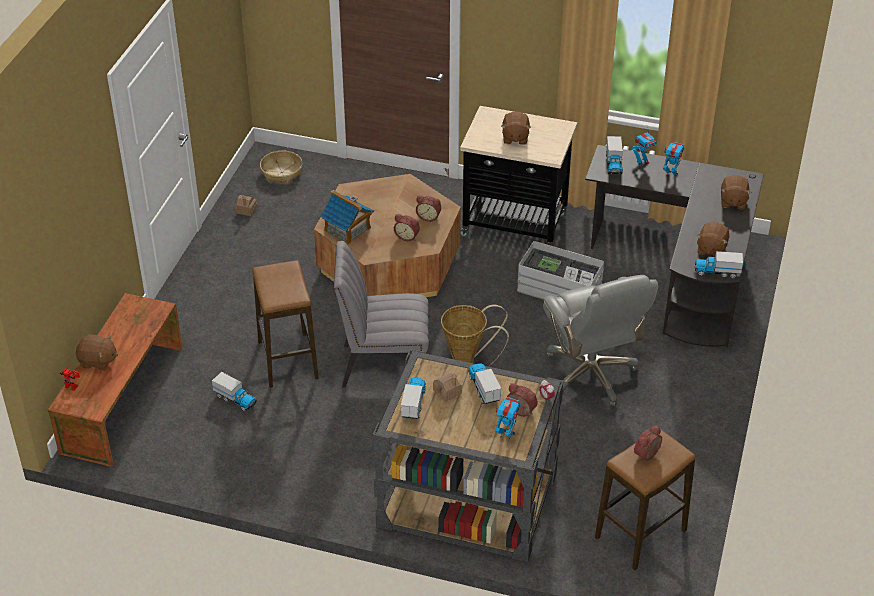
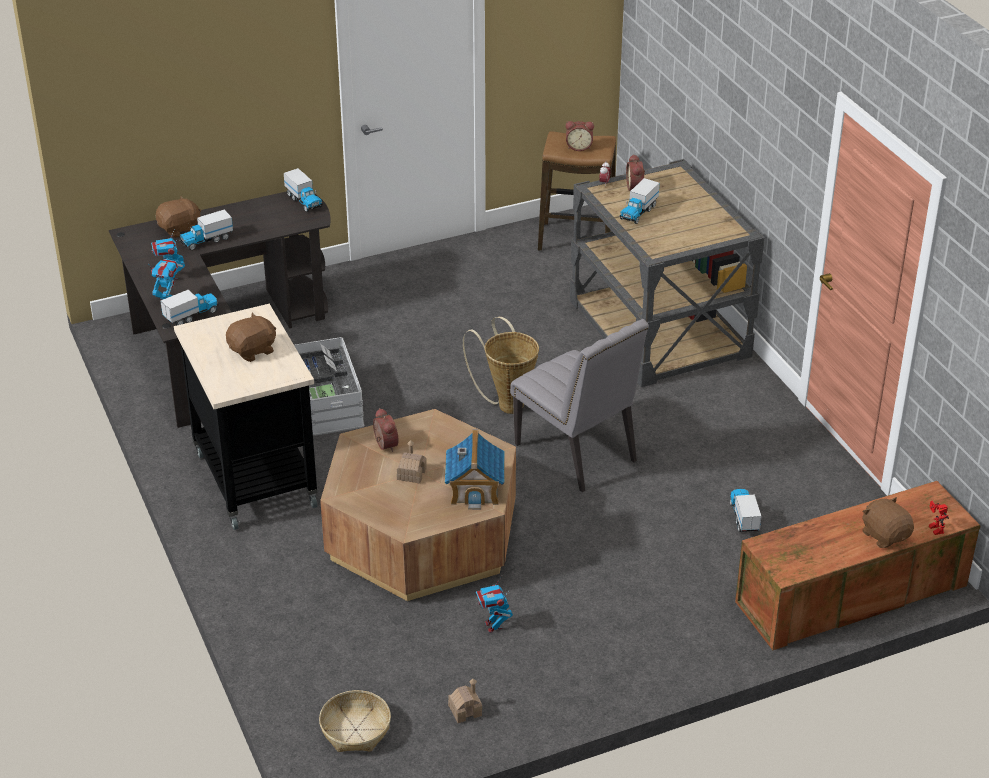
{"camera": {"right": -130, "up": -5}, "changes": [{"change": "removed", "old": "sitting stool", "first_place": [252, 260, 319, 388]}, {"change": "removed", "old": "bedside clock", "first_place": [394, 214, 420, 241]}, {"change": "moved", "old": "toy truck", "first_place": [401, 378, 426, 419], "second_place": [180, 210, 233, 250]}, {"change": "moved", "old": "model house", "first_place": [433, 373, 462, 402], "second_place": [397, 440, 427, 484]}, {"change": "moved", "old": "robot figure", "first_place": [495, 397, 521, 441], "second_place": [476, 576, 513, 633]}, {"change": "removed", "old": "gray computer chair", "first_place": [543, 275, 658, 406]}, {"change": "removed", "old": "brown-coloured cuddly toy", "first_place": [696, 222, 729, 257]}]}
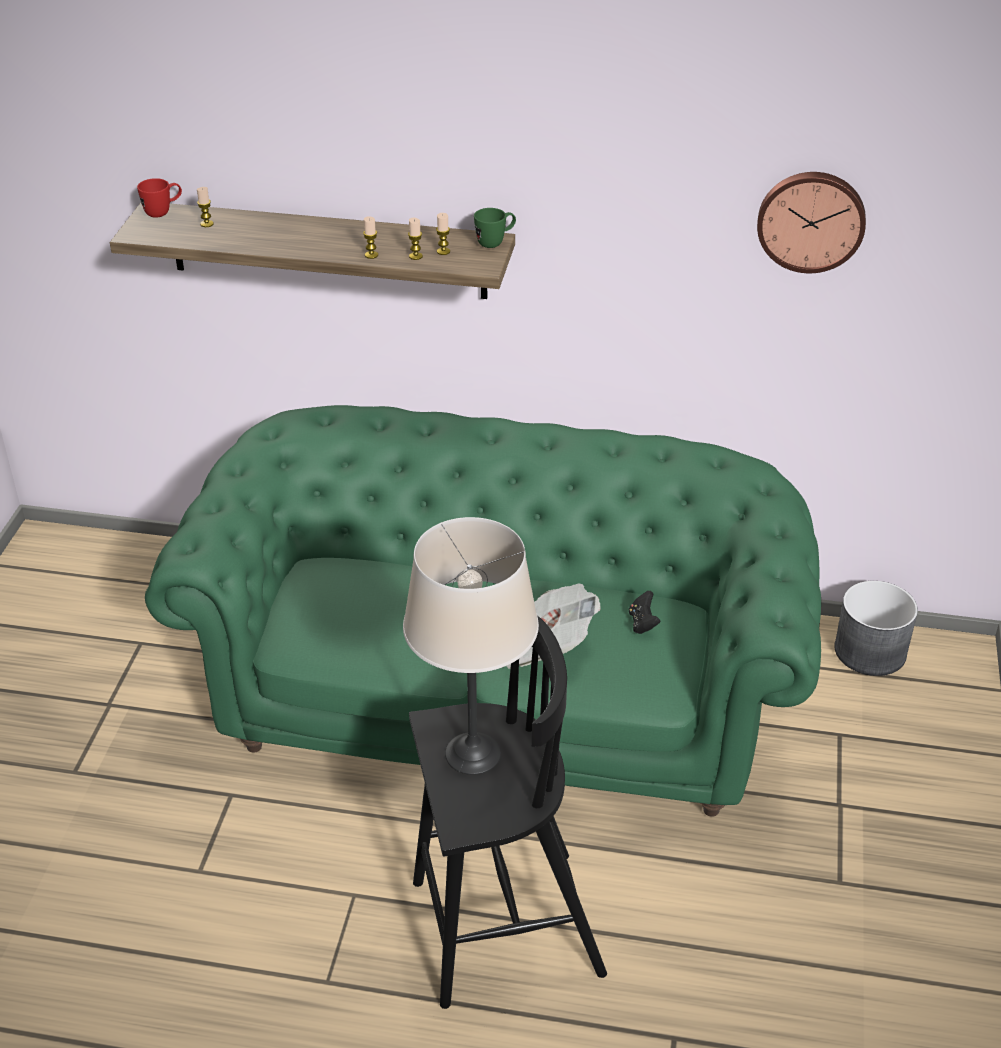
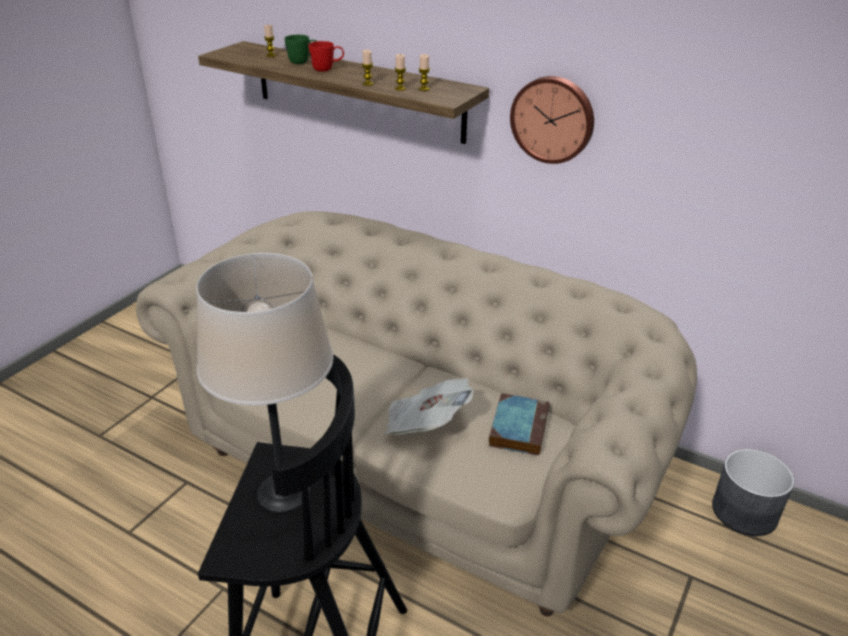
{"camera": {"right": 20, "up": -5}, "changes": [{"change": "moved", "old": "red-coloured coffee mug", "first_place": [137, 178, 182, 218], "second_place": [308, 41, 344, 72]}, {"change": "recoloured", "old": "greenish couch", "new": "beige-coloured couch", "first_place": [145, 405, 821, 817], "second_place": [136, 211, 697, 616]}, {"change": "moved", "old": "greenish coffee mug", "first_place": [474, 208, 516, 248], "second_place": [284, 35, 317, 64]}, {"change": "replaced", "old": "black-coloured gamepad", "new": "volume", "first_place": [629, 591, 660, 634], "second_place": [489, 393, 549, 456]}, {"change": "moved", "old": "hanging clock", "first_place": [757, 172, 866, 273], "second_place": [510, 76, 594, 164]}]}
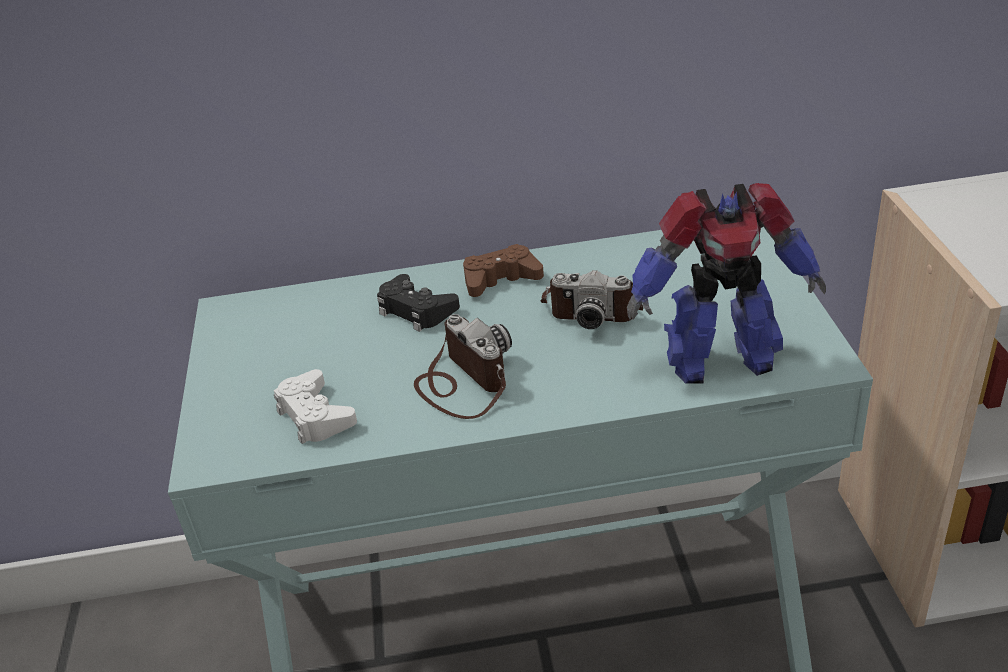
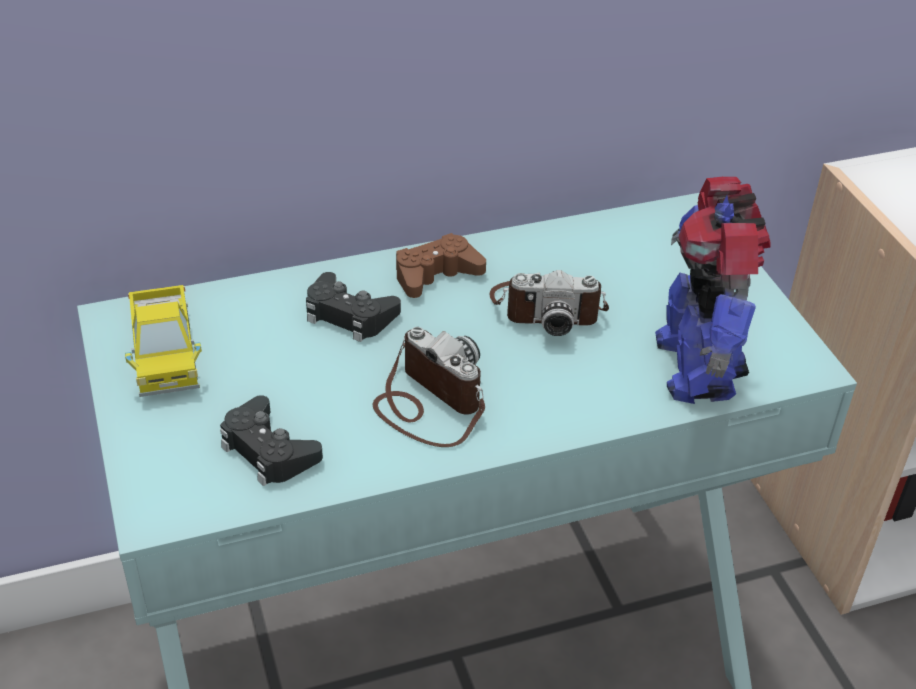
{"camera": {"right": -15, "up": 5}, "changes": [{"change": "recoloured", "old": "white gamepad", "new": "black-coloured gamepad", "first_place": [274, 369, 357, 444], "second_place": [220, 395, 323, 486]}, {"change": "turned", "old": "robot figure", "first_place": [627, 183, 826, 383], "second_place": [655, 177, 770, 404], "degrees": 105}, {"change": "added", "new": "toy truck", "second_place": [125, 285, 202, 397]}]}
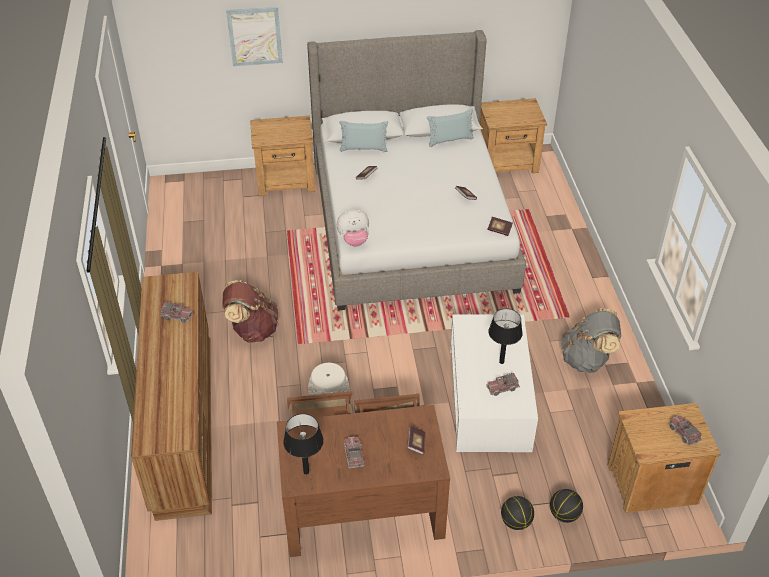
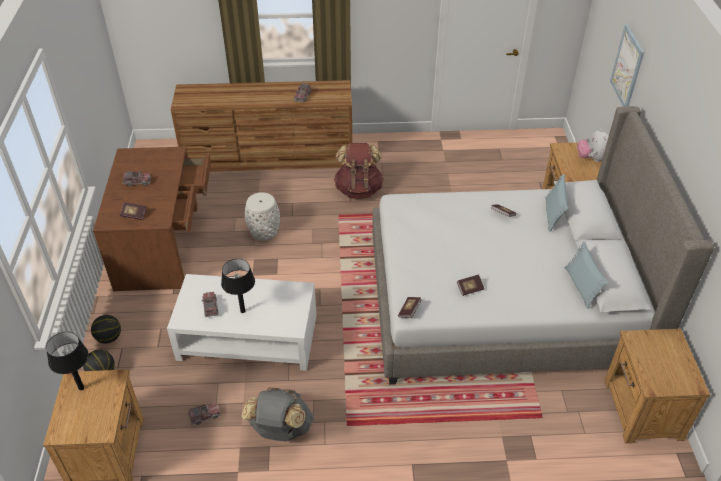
{"camera": {"right": 95, "up": 0}, "changes": [{"change": "moved", "old": "black-coloured tabletop lamp", "first_place": [283, 414, 324, 475], "second_place": [46, 332, 89, 390]}, {"change": "moved", "old": "cuddly toy", "first_place": [337, 209, 369, 247], "second_place": [577, 129, 609, 162]}, {"change": "moved", "old": "toy truck", "first_place": [669, 415, 702, 445], "second_place": [188, 403, 221, 425]}]}
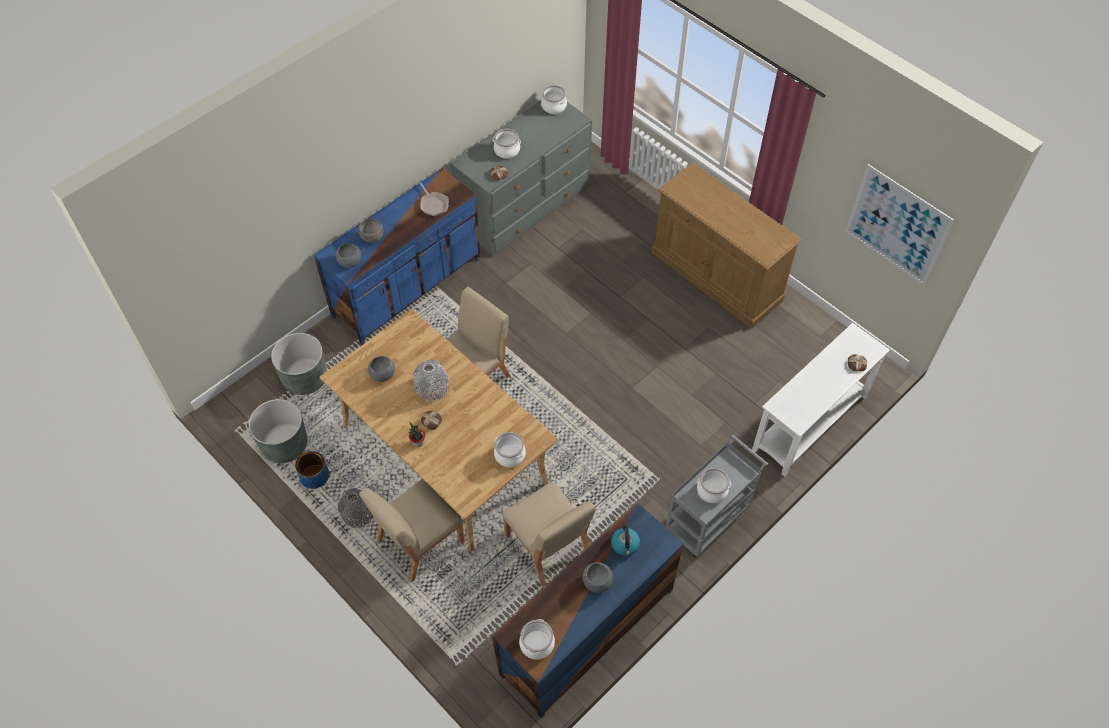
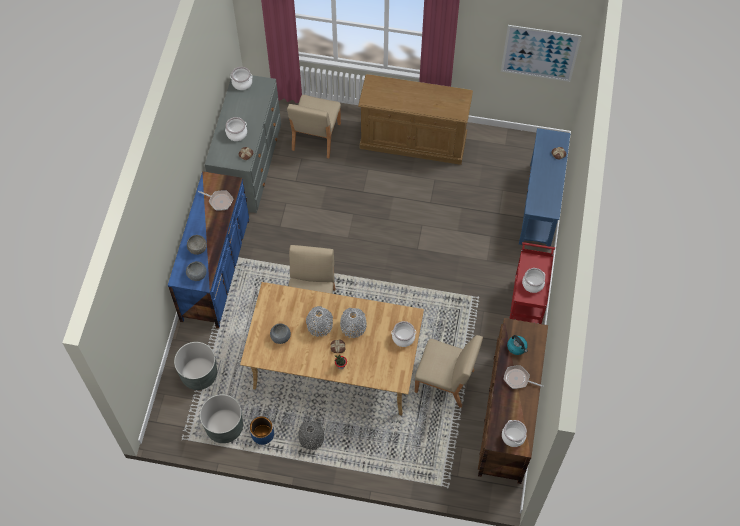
{"camera": {"right": -35, "up": 5}, "changes": [{"change": "moved", "old": "beige-coloured upright chair", "first_place": [359, 479, 465, 583], "second_place": [287, 95, 341, 158]}, {"change": "recoloured", "old": "blue-coloured cupboard", "new": "brown-coloured cupboard", "first_place": [492, 502, 684, 719], "second_place": [478, 318, 548, 484]}, {"change": "replaced", "old": "gray deep dish", "new": "skillet", "first_place": [583, 562, 613, 593], "second_place": [504, 365, 544, 389]}, {"change": "recoloured", "old": "gray wheeled cart", "new": "red-coloured wheeled cart", "first_place": [666, 435, 769, 558], "second_place": [509, 242, 555, 324]}, {"change": "recoloured", "old": "white console table", "new": "blue-coloured console table", "first_place": [752, 323, 890, 477], "second_place": [519, 128, 570, 249]}, {"change": "added", "new": "gray vase", "second_place": [340, 308, 367, 338]}]}
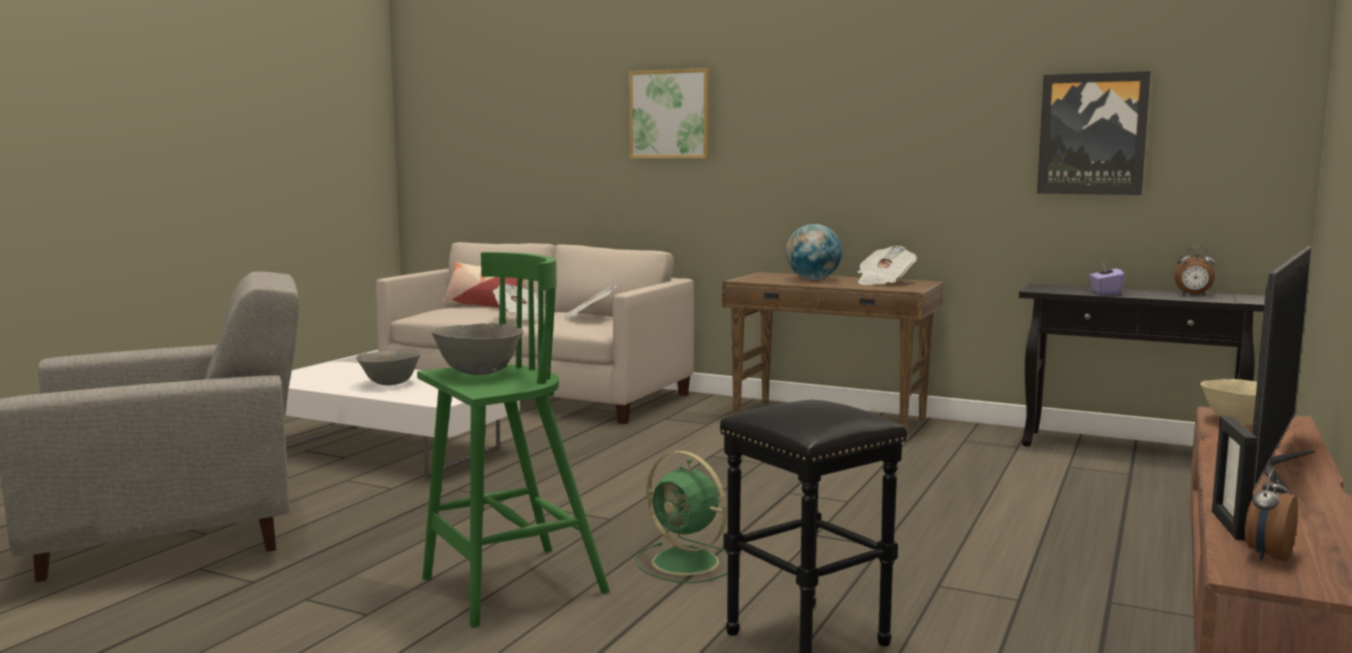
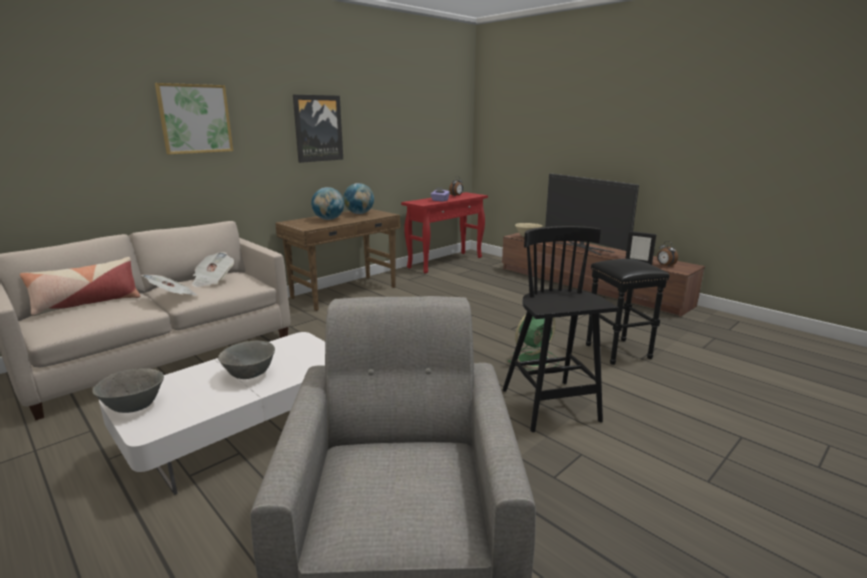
{"camera": {"right": -70, "up": 10}, "changes": [{"change": "recoloured", "old": "greenish sitting stool", "new": "black-coloured sitting stool", "first_place": [417, 252, 610, 628], "second_place": [503, 226, 619, 432]}, {"change": "moved", "old": "gray deep dish", "first_place": [431, 323, 524, 375], "second_place": [92, 368, 164, 413]}, {"change": "replaced", "old": "newspaper", "new": "globe", "first_place": [857, 246, 917, 285], "second_place": [343, 183, 374, 214]}, {"change": "recoloured", "old": "black-coloured console table", "new": "red-coloured console table", "first_place": [1019, 284, 1265, 447], "second_place": [401, 192, 488, 274]}, {"change": "moved", "old": "wall picture", "first_place": [1037, 71, 1151, 195], "second_place": [293, 95, 343, 163]}]}
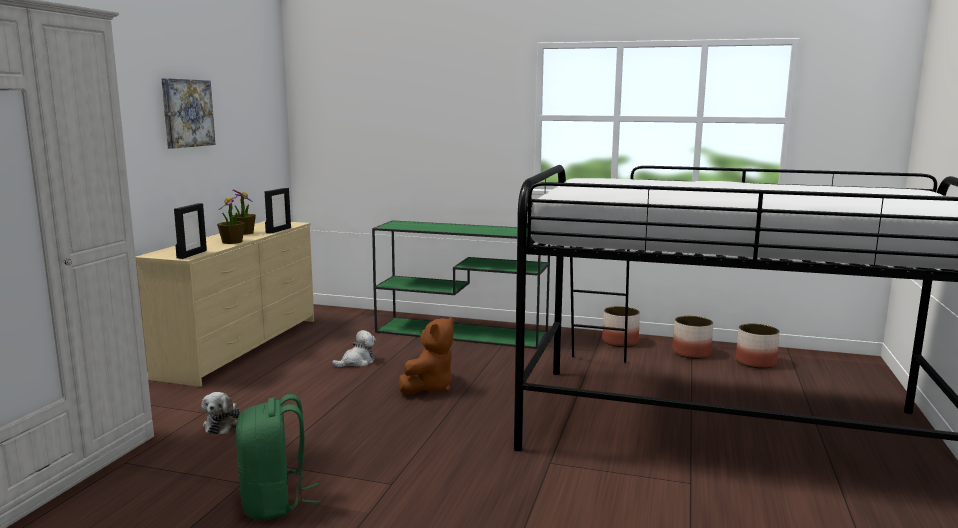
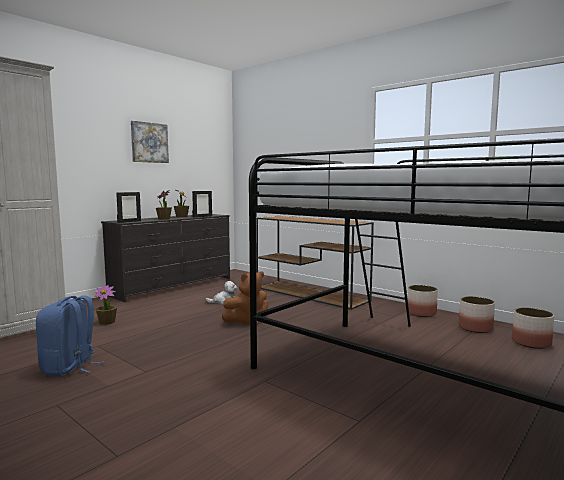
{"camera": {"right": 25, "up": -5}, "changes": [{"change": "recoloured", "old": "beige-coloured dresser", "new": "black-coloured dresser", "first_place": [136, 221, 314, 387], "second_place": [101, 214, 230, 302]}, {"change": "replaced", "old": "cuddly toy", "new": "plant in a pot", "first_place": [202, 392, 240, 434], "second_place": [94, 285, 117, 325]}, {"change": "recoloured", "old": "greenish backpack", "new": "blue-coloured backpack", "first_place": [236, 394, 321, 520], "second_place": [36, 295, 104, 377]}, {"change": "recoloured", "old": "greenish console table", "new": "brown-coloured console table", "first_place": [372, 220, 550, 349], "second_place": [256, 216, 374, 310]}]}
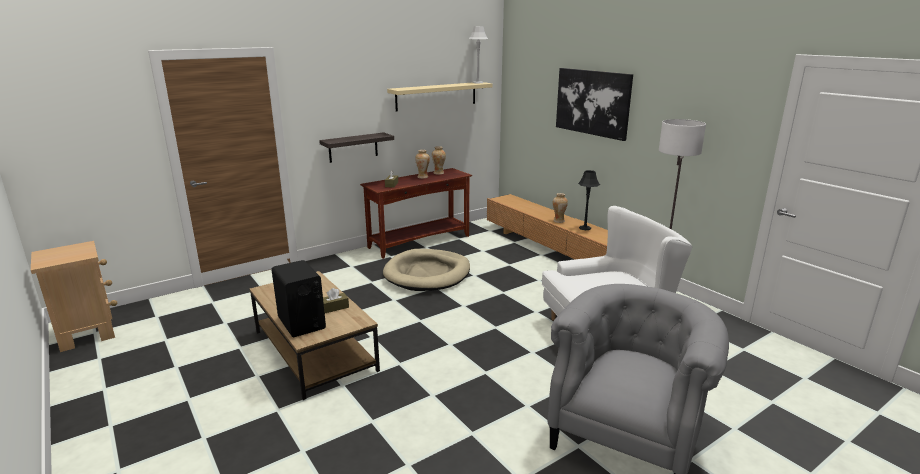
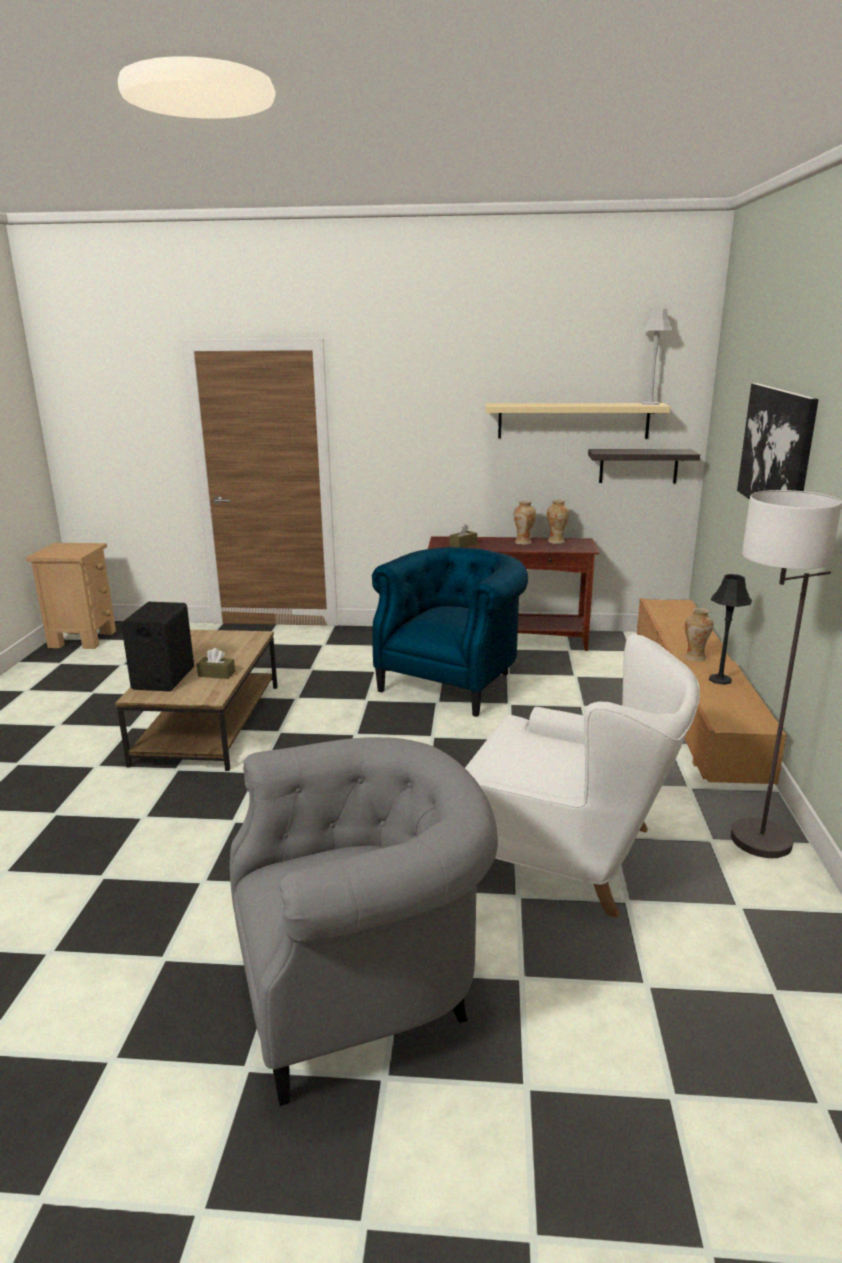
{"camera": {"right": 40, "up": 0}, "changes": [{"change": "moved", "old": "wall shelf", "first_place": [319, 132, 394, 163], "second_place": [588, 449, 700, 484]}, {"change": "replaced", "old": "beige-coloured dog cushion", "new": "blue-coloured easy chair", "first_place": [383, 249, 470, 291], "second_place": [372, 547, 528, 717]}]}
